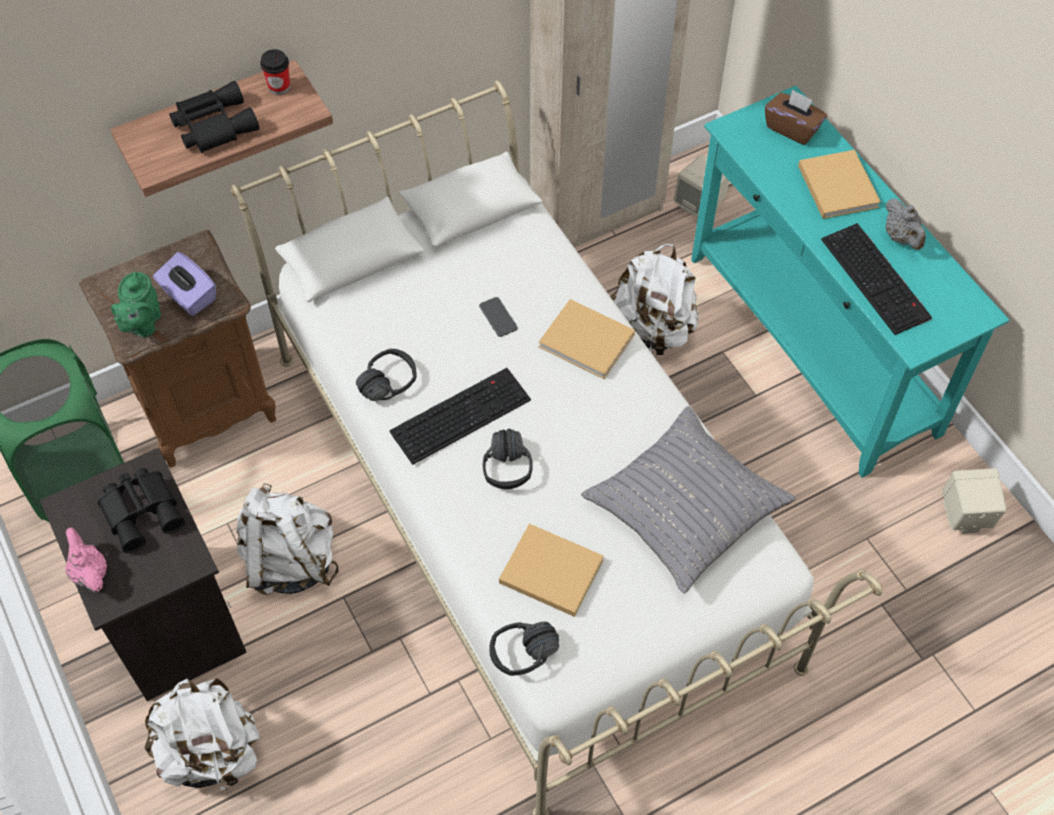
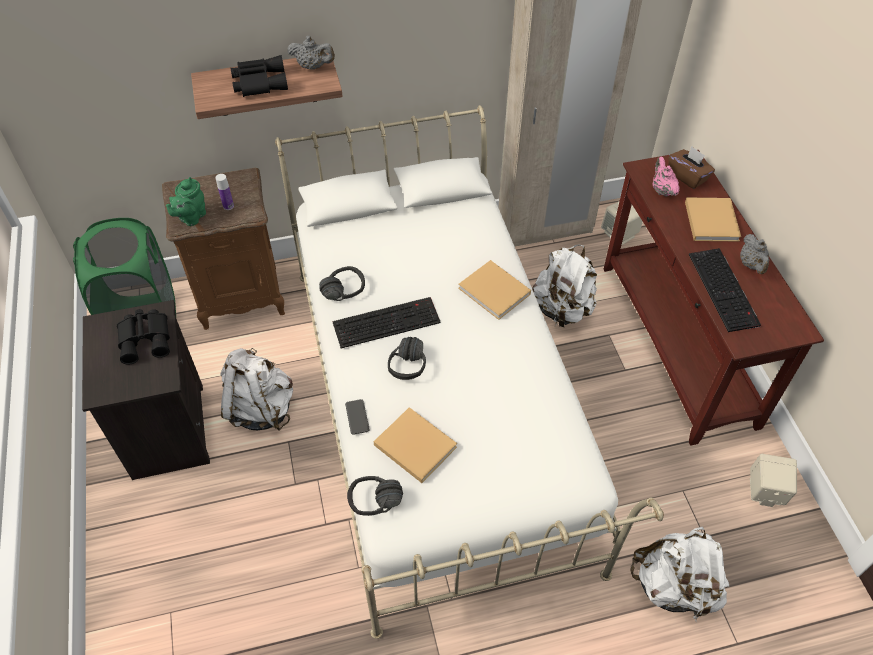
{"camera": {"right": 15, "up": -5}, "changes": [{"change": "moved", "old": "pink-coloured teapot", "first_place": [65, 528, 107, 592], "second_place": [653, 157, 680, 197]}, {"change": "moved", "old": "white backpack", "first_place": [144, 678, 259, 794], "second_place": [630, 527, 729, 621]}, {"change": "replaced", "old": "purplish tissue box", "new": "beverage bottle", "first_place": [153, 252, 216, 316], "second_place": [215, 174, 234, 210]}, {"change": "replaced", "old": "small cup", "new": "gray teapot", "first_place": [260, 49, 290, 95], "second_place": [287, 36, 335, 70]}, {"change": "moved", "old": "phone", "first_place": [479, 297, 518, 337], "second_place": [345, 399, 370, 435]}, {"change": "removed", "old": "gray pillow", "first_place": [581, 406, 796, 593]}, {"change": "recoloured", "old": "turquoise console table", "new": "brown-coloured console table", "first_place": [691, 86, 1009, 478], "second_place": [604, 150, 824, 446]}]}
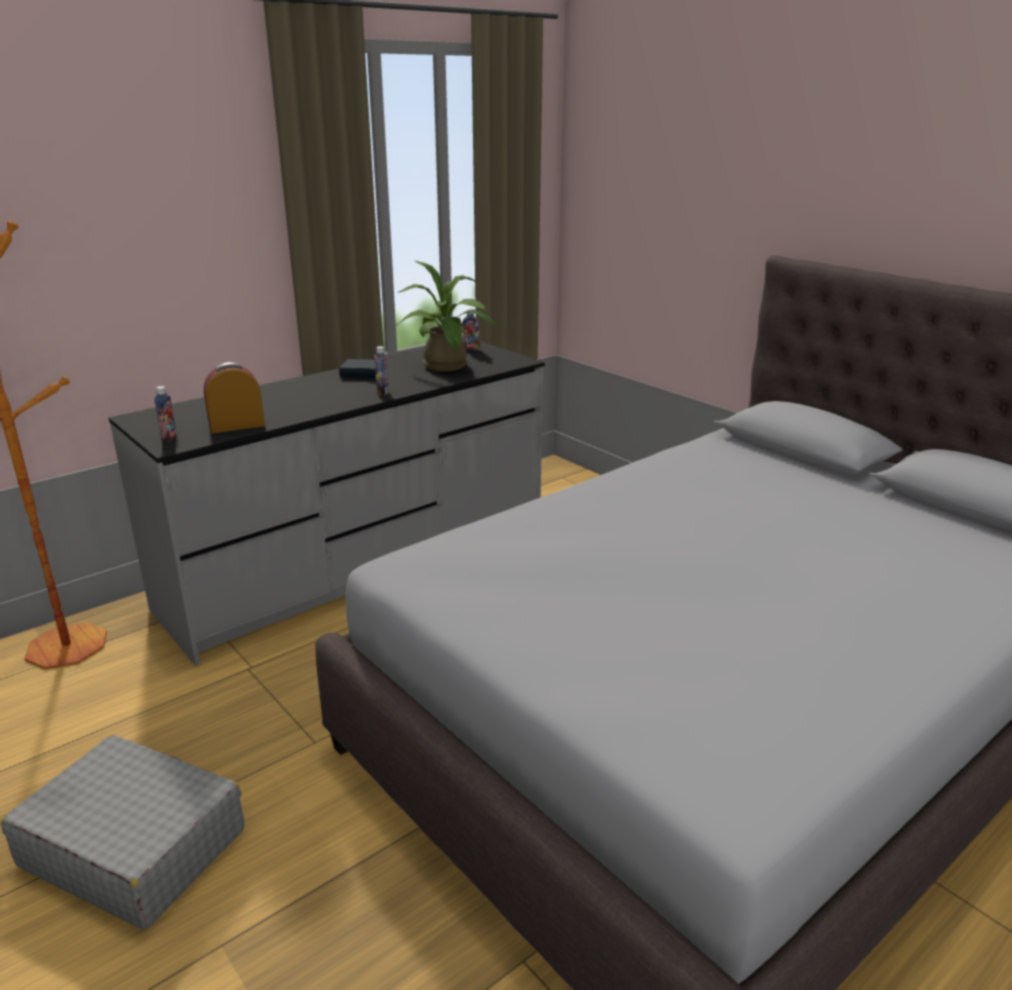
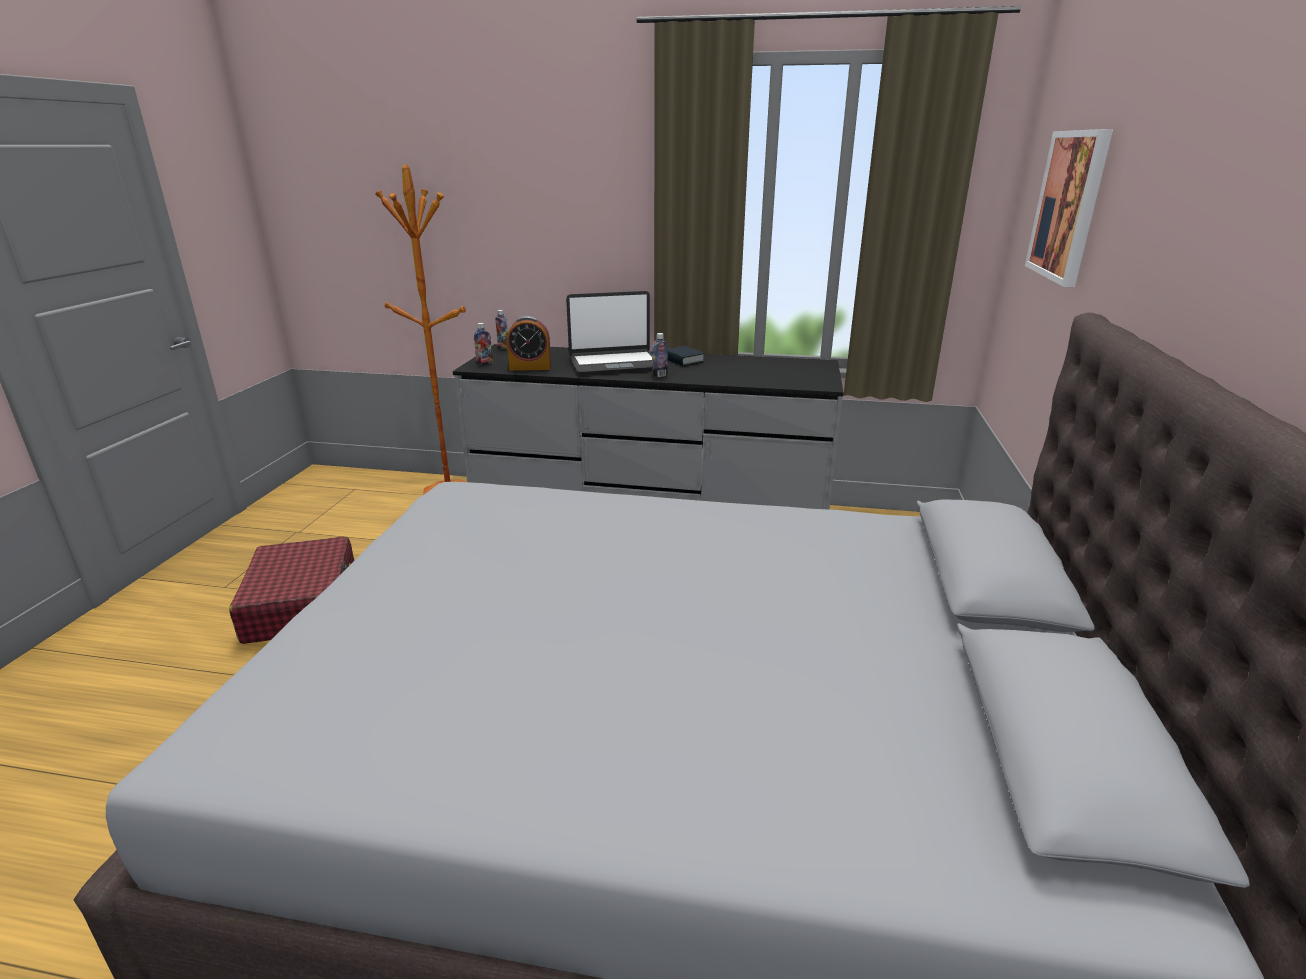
{"camera": {"right": 50, "up": 0}, "changes": [{"change": "recoloured", "old": "gray suitcase", "new": "red-coloured suitcase", "first_place": [1, 735, 244, 929], "second_place": [229, 536, 354, 644]}, {"change": "turned", "old": "bedside clock", "first_place": [204, 362, 265, 433], "second_place": [507, 316, 551, 371], "degrees": 150}, {"change": "removed", "old": "plant in a pot", "first_place": [396, 261, 497, 371]}, {"change": "moved", "old": "beverage bottle", "first_place": [462, 309, 480, 351], "second_place": [495, 310, 508, 349]}, {"change": "added", "new": "portable computer", "second_place": [566, 291, 652, 375]}, {"change": "added", "new": "wall picture", "second_place": [1025, 129, 1113, 287]}]}
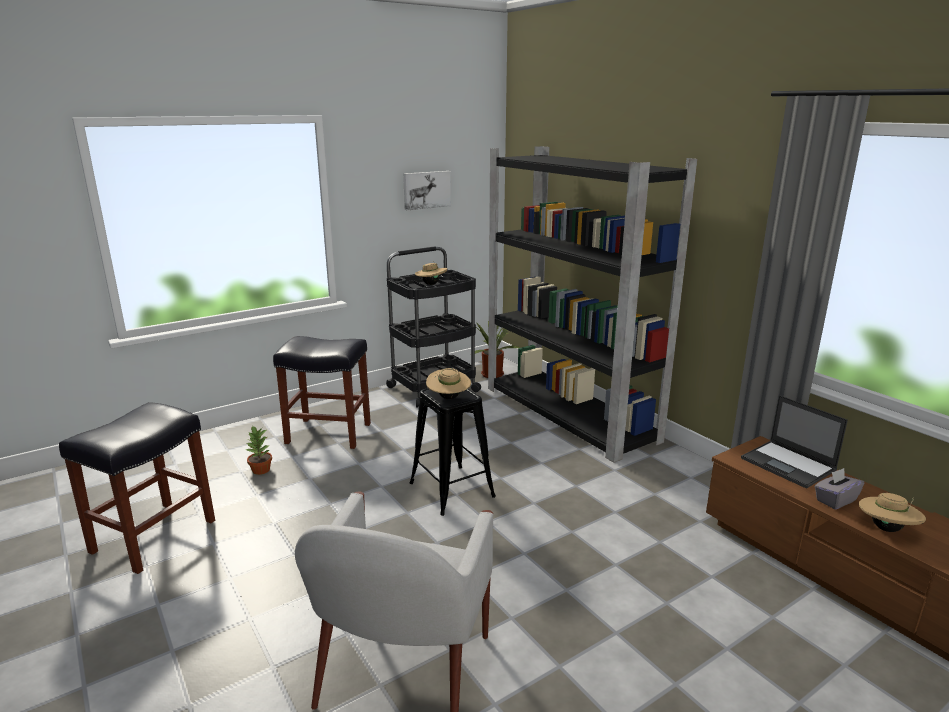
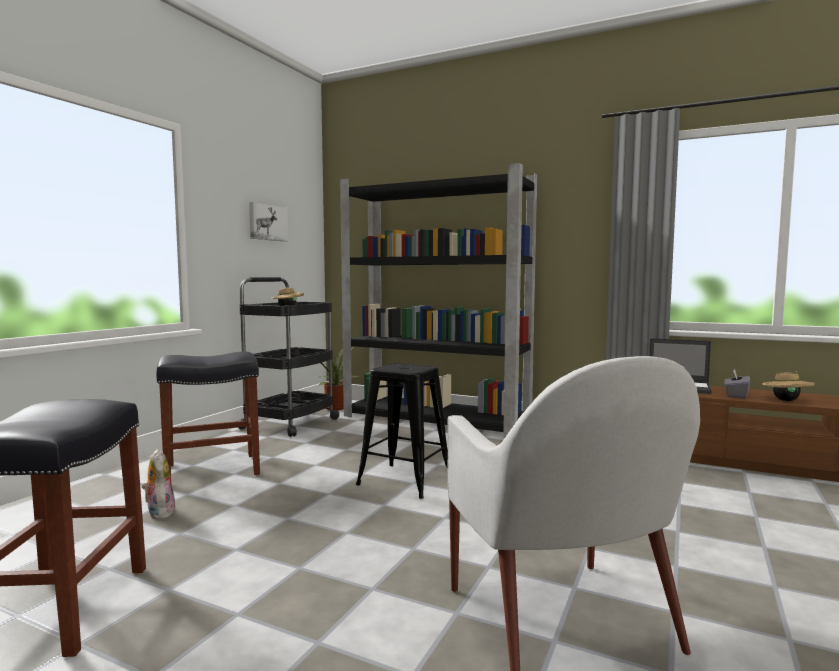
{"camera": {"right": -30, "up": -15}, "changes": [{"change": "replaced", "old": "plant in a pot", "new": "cuddly toy", "first_place": [245, 425, 272, 475], "second_place": [142, 449, 176, 519]}, {"change": "removed", "old": "beige-coloured hat", "first_place": [426, 368, 471, 399]}]}
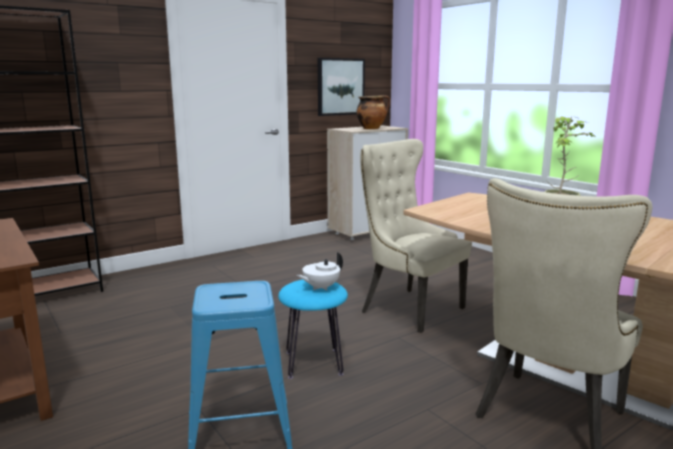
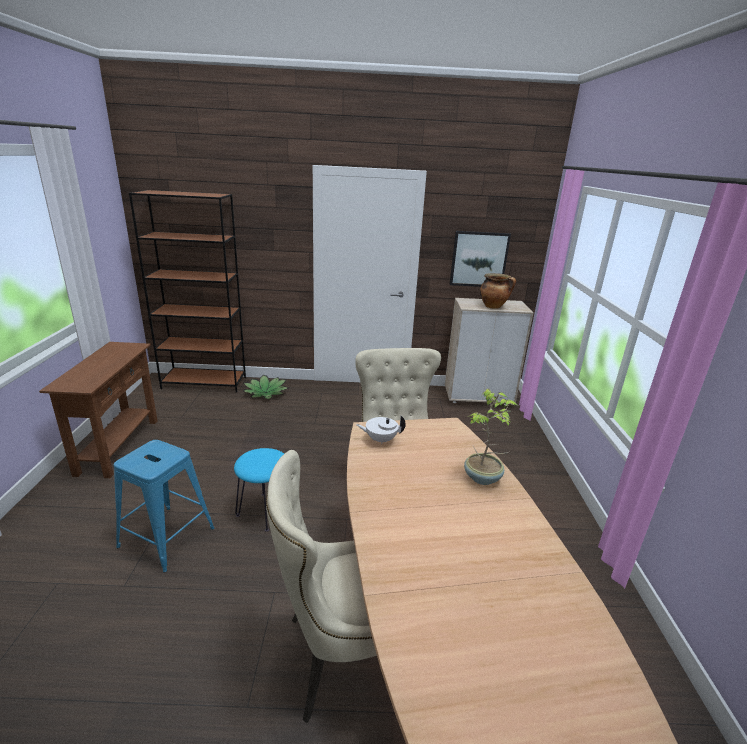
{"camera": {"right": 35, "up": 10}, "changes": [{"change": "moved", "old": "white teapot", "first_place": [297, 252, 343, 290], "second_place": [356, 416, 406, 445]}, {"change": "added", "new": "plant in a pot", "second_place": [243, 375, 288, 399]}]}
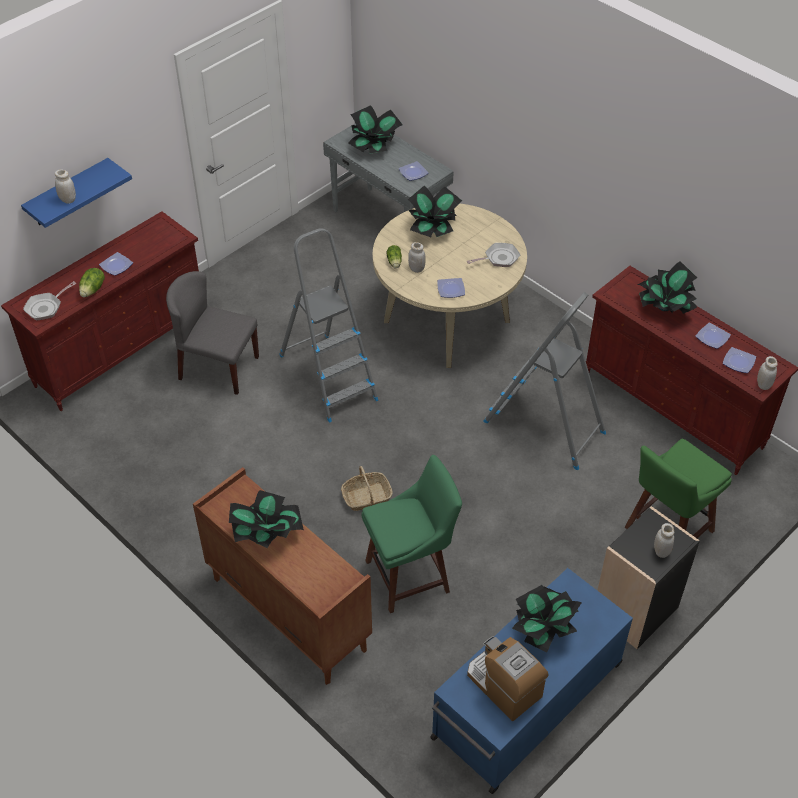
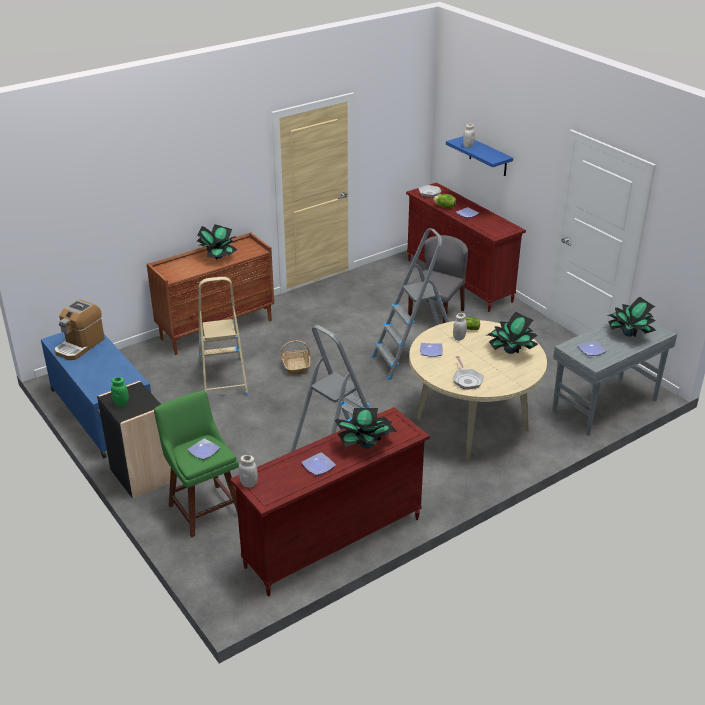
{"camera": {"right": 100, "up": -15}, "changes": [{"change": "replaced", "old": "greenish sitting stool", "new": "beige-coloured step ladder", "first_place": [362, 455, 462, 613], "second_place": [199, 277, 248, 396]}, {"change": "turned", "old": "coffee machine", "first_place": [467, 636, 548, 721], "second_place": [54, 300, 105, 360], "degrees": 150}, {"change": "removed", "old": "plant in a pot", "first_place": [512, 585, 582, 652]}, {"change": "recoloured", "old": "white jar", "new": "greenish jar", "first_place": [654, 523, 674, 558], "second_place": [111, 377, 129, 407]}, {"change": "moved", "old": "dinner plate", "first_place": [723, 347, 756, 373], "second_place": [187, 438, 220, 460]}]}
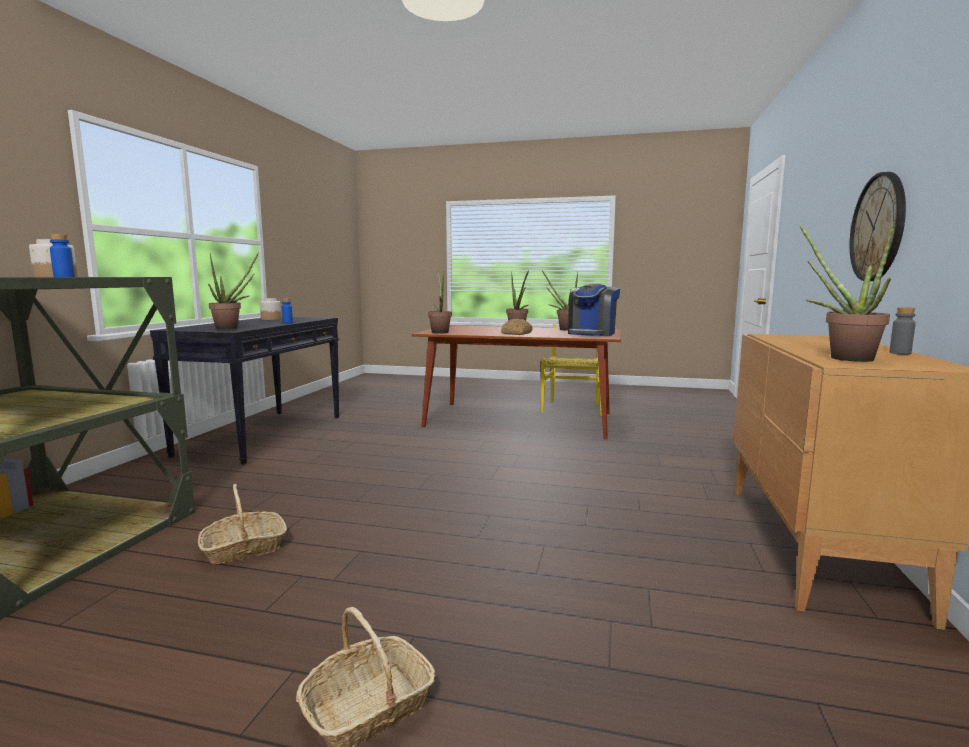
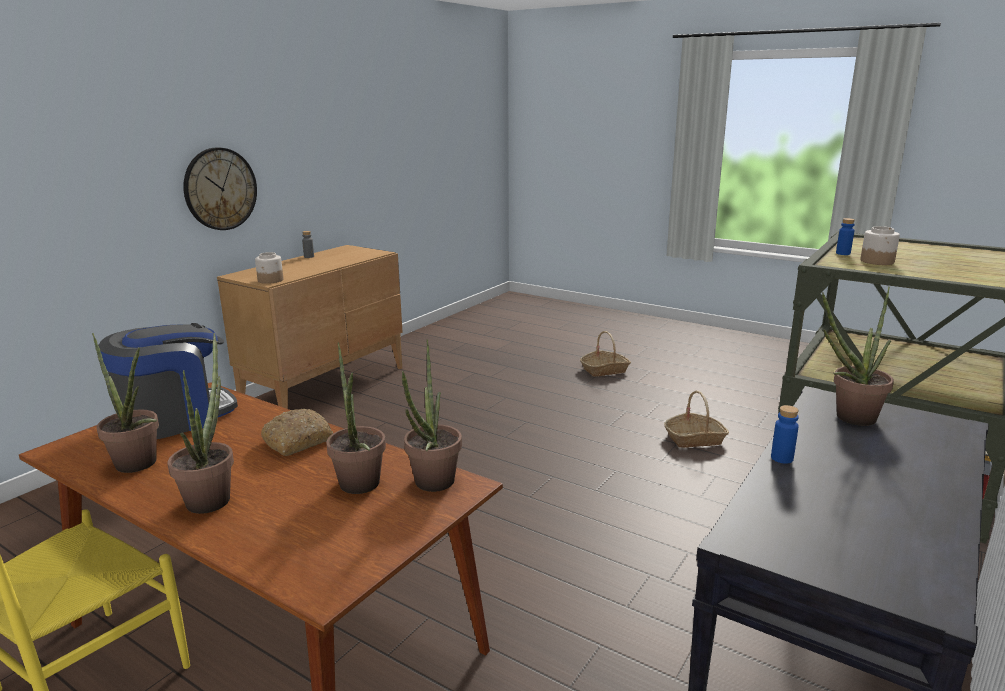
{"camera": {"right": -160, "up": 10}, "changes": [{"change": "moved", "old": "jar", "first_place": [260, 298, 281, 320], "second_place": [255, 252, 283, 284]}, {"change": "moved", "old": "plant in a pot", "first_place": [799, 221, 894, 362], "second_place": [326, 342, 386, 494]}]}
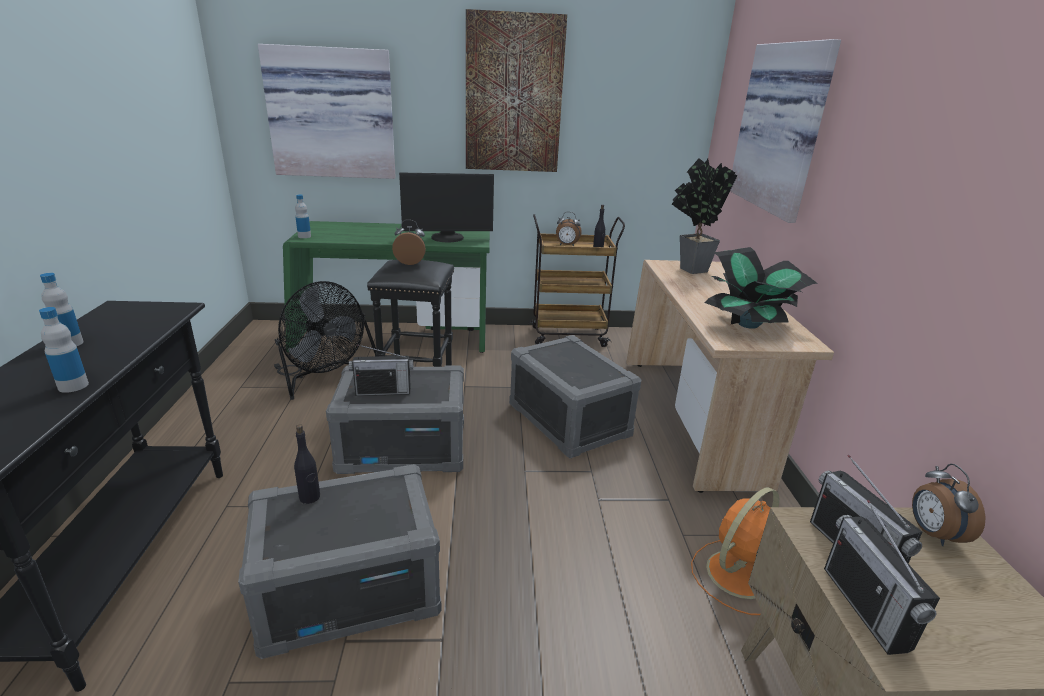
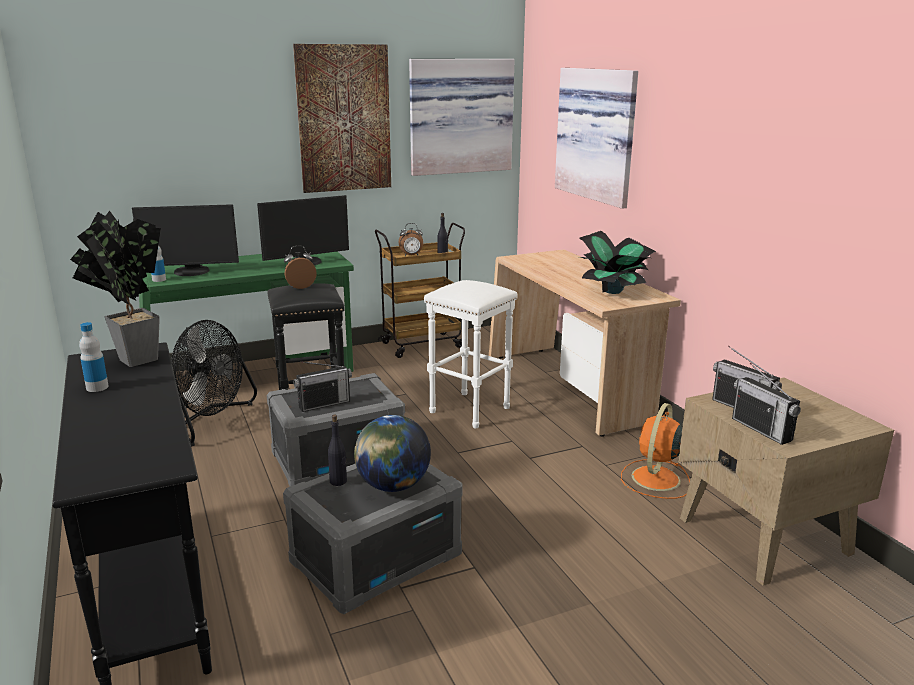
{"camera": {"right": -20, "up": -5}, "changes": [{"change": "removed", "old": "beverage bottle", "first_place": [39, 307, 89, 393]}, {"change": "moved", "old": "wall picture", "first_place": [258, 44, 396, 179], "second_place": [409, 59, 515, 176]}, {"change": "replaced", "old": "gray storage bin", "new": "white sitting stool", "first_place": [509, 335, 641, 458], "second_place": [424, 280, 518, 428]}, {"change": "moved", "old": "plant in a pot", "first_place": [672, 158, 738, 274], "second_place": [70, 211, 161, 367]}, {"change": "removed", "old": "bedside clock", "first_place": [912, 464, 986, 546]}, {"change": "added", "new": "computer screen", "second_place": [132, 204, 239, 276]}, {"change": "added", "new": "globe", "second_place": [354, 415, 431, 492]}]}
